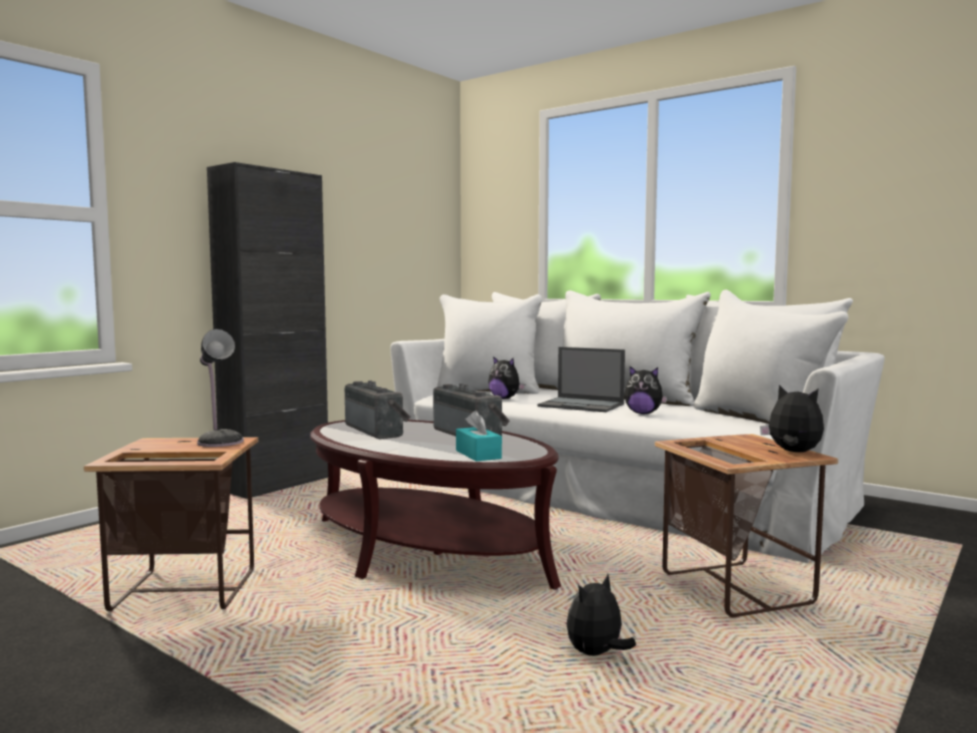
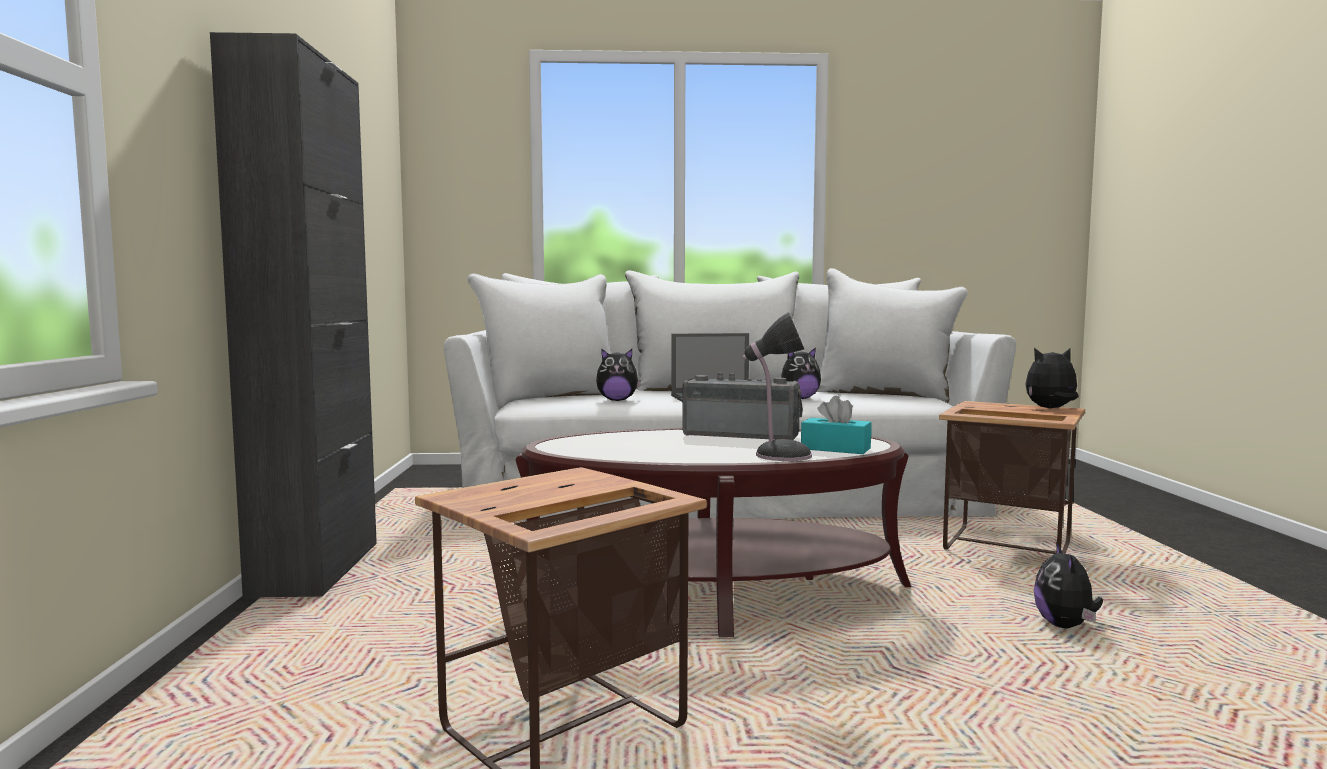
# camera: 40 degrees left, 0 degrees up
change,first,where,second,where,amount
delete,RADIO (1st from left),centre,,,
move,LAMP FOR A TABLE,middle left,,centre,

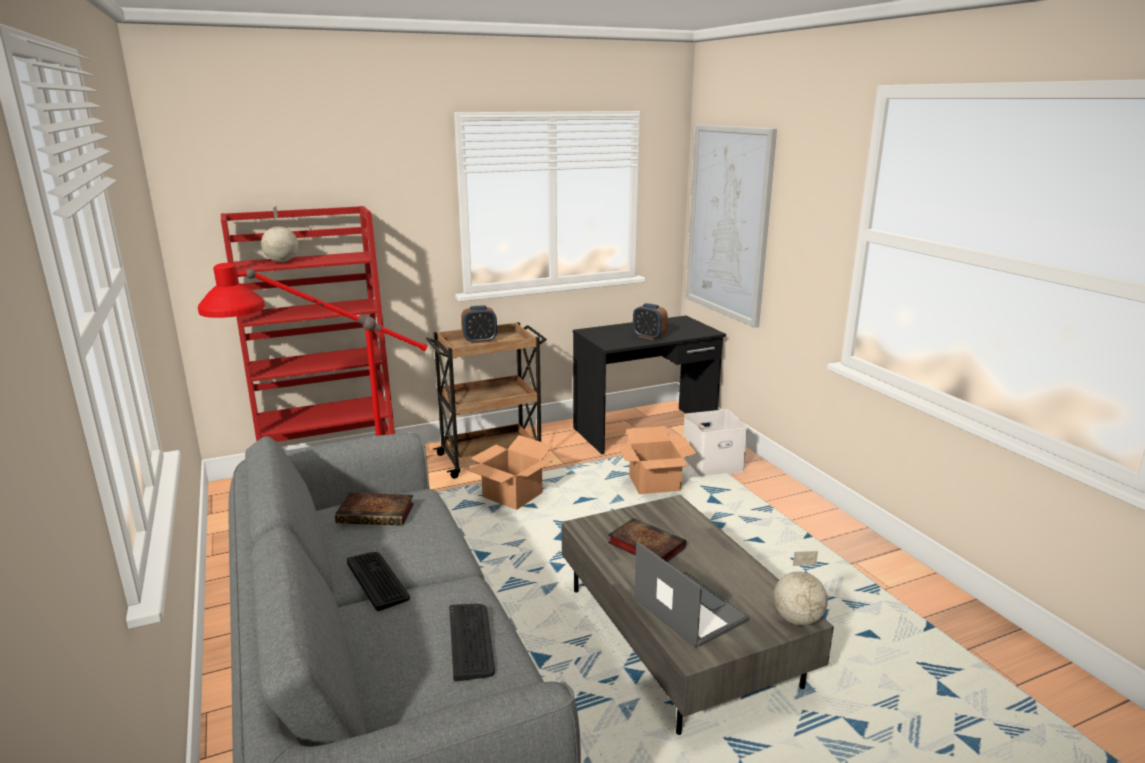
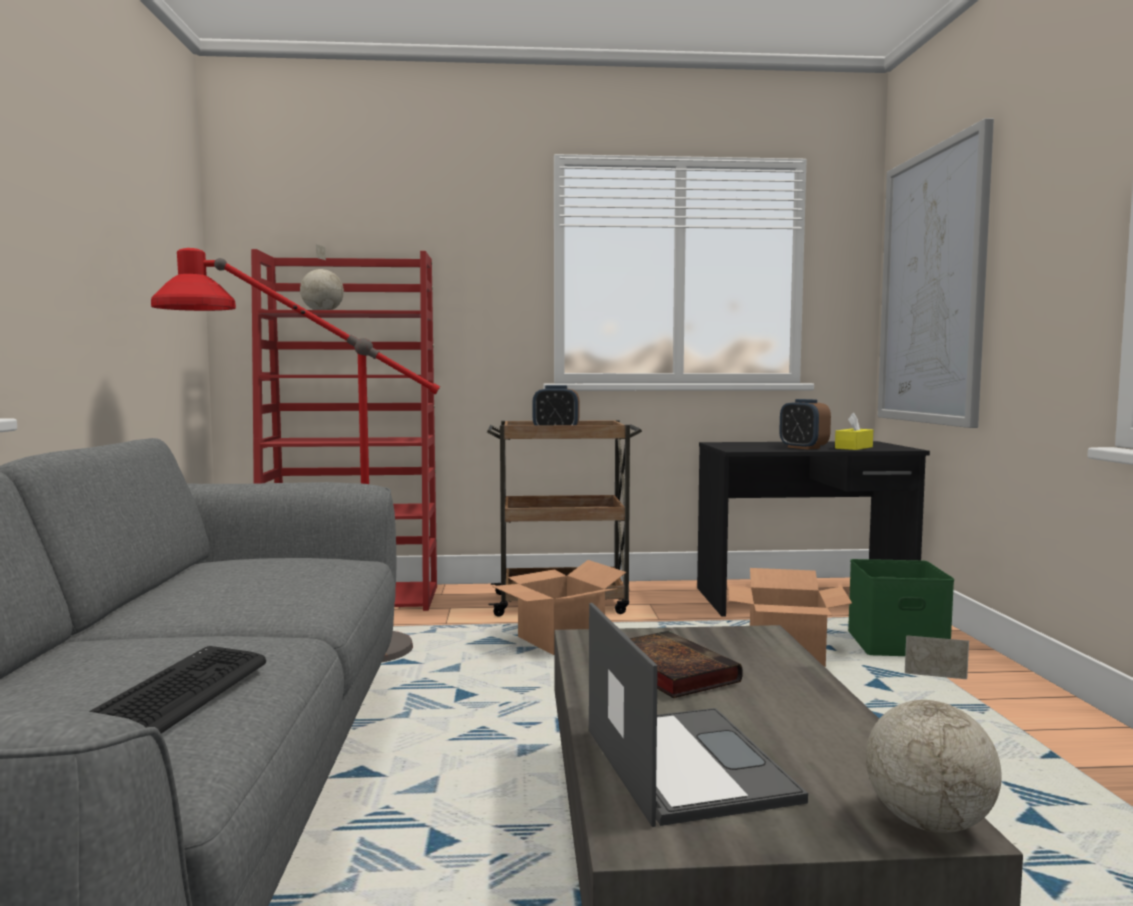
# camera: 20 degrees right, 15 degrees down
change,first,where,second,where,amount
delete,BOUND BOOK (1st from left),bottom left,,,
delete,KEYBOARD (1st from left),bottom left,,,
insert,,,YELLOWISH BOX OF TISSUES,middle right,
recolor,WHITISH STORAGE CONTAINER,centre,GREEN STORAGE CONTAINER,bottom right,

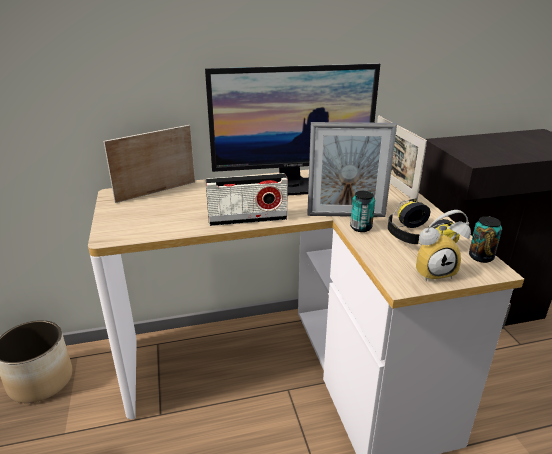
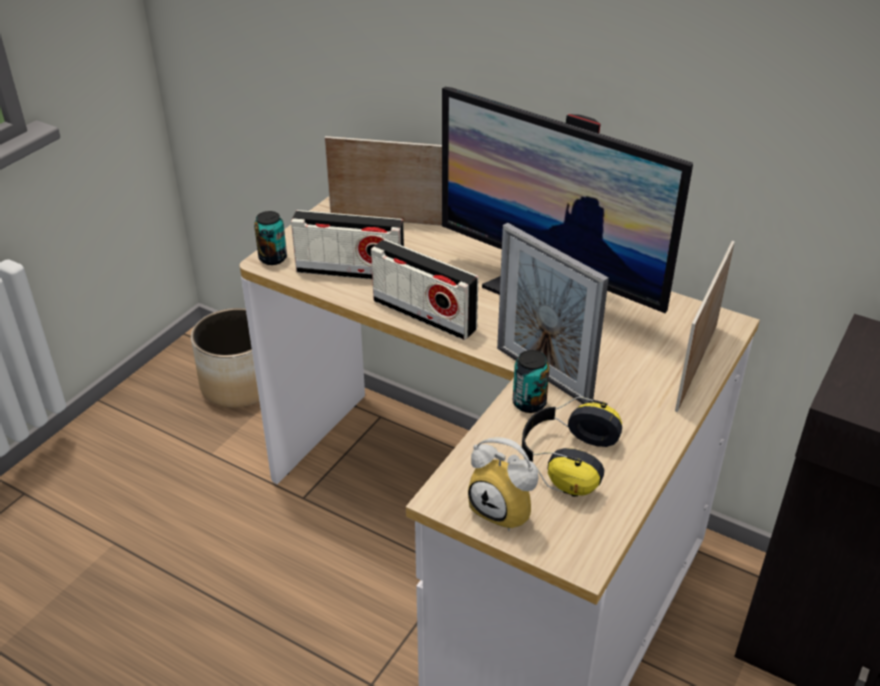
# camera: 45 degrees right, 10 degrees up
change,first,where,second,where,amount
insert,,,RADIO (1st from left),centre,
move,CAN (2nd from left in the first image),middle right,CAN (1st from left),middle left,

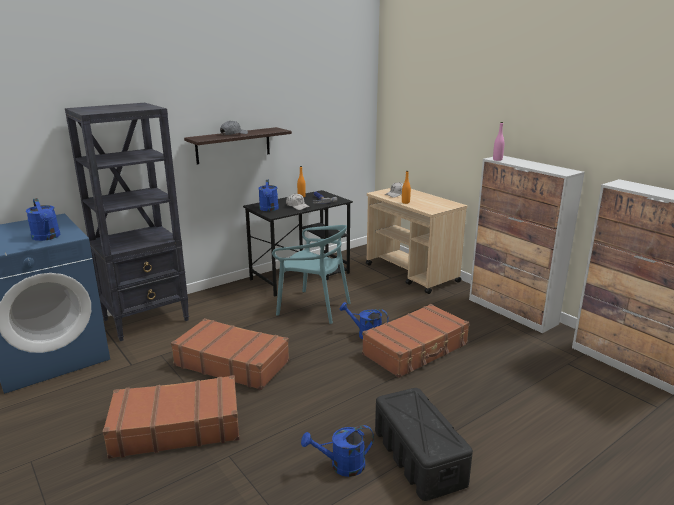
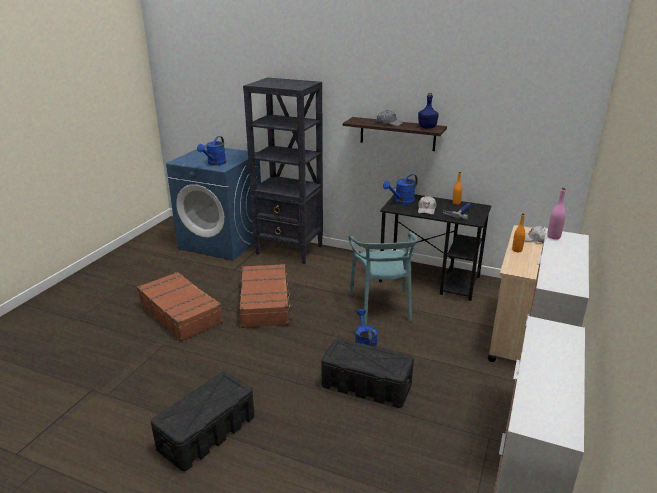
# camera: 60 degrees right, 5 degrees up
change,first,where,second,where,amount
delete,BLUE-COLOURED SPRINKLING CAN (3rd from left),bottom centre,,,
insert,,,BLUE-COLOURED DRINK BOTTLE,top centre,
replace,BROWN-COLOURED PIECE OF LUGGAGE (3rd from left),bottom centre,BLACKISH STORAGE CONTAINER (2nd from left),bottom centre,

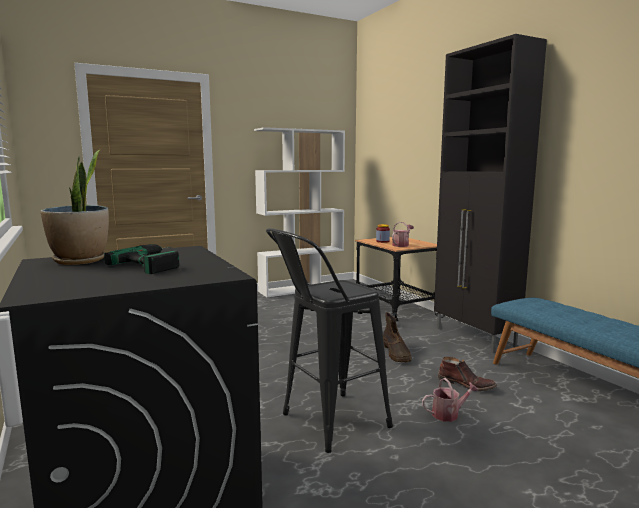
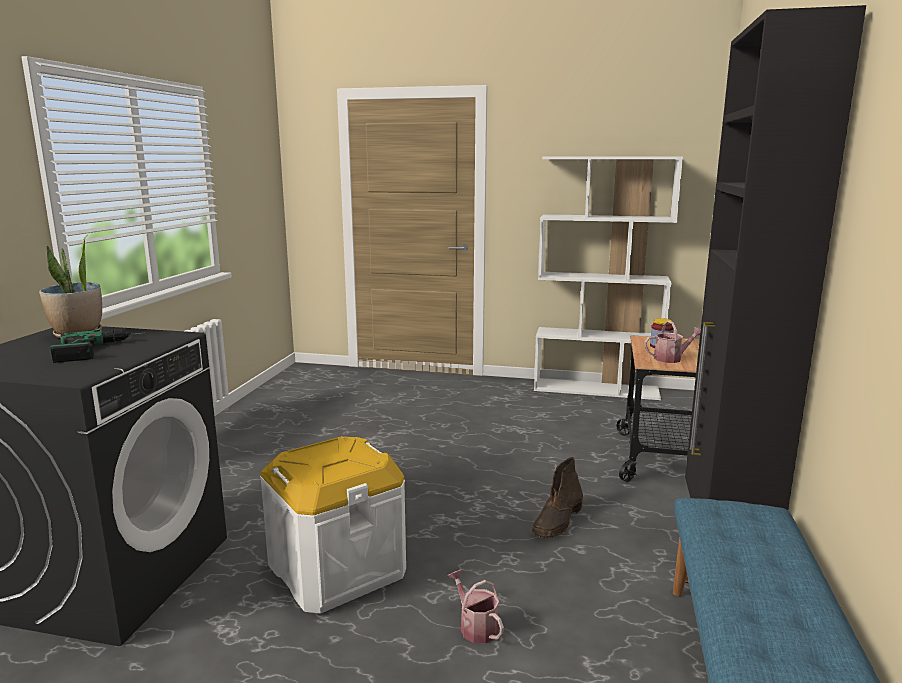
# camera: 40 degrees right, 5 degrees up
change,first,where,second,where,amount
delete,BROWN-COLOURED BOOT (2nd from left),bottom right,,,
replace,BLACKISH SITTING STOOL,bottom centre,WHITISH STORAGE CONTAINER,bottom centre,
rotate,SPRINKLING CAN (2nd from left in the first image),bottom right,SPRINKLING CAN (1st from left),bottom centre,150 degrees counterclockwise

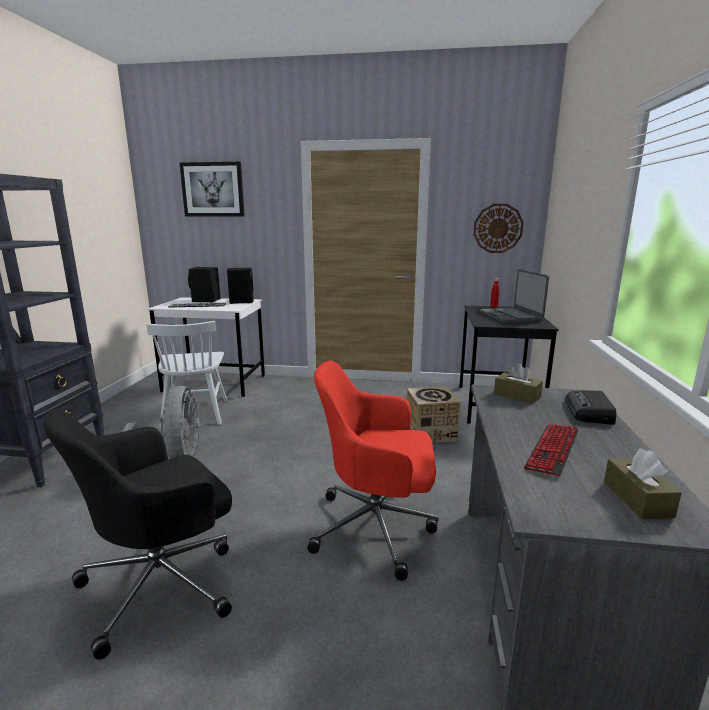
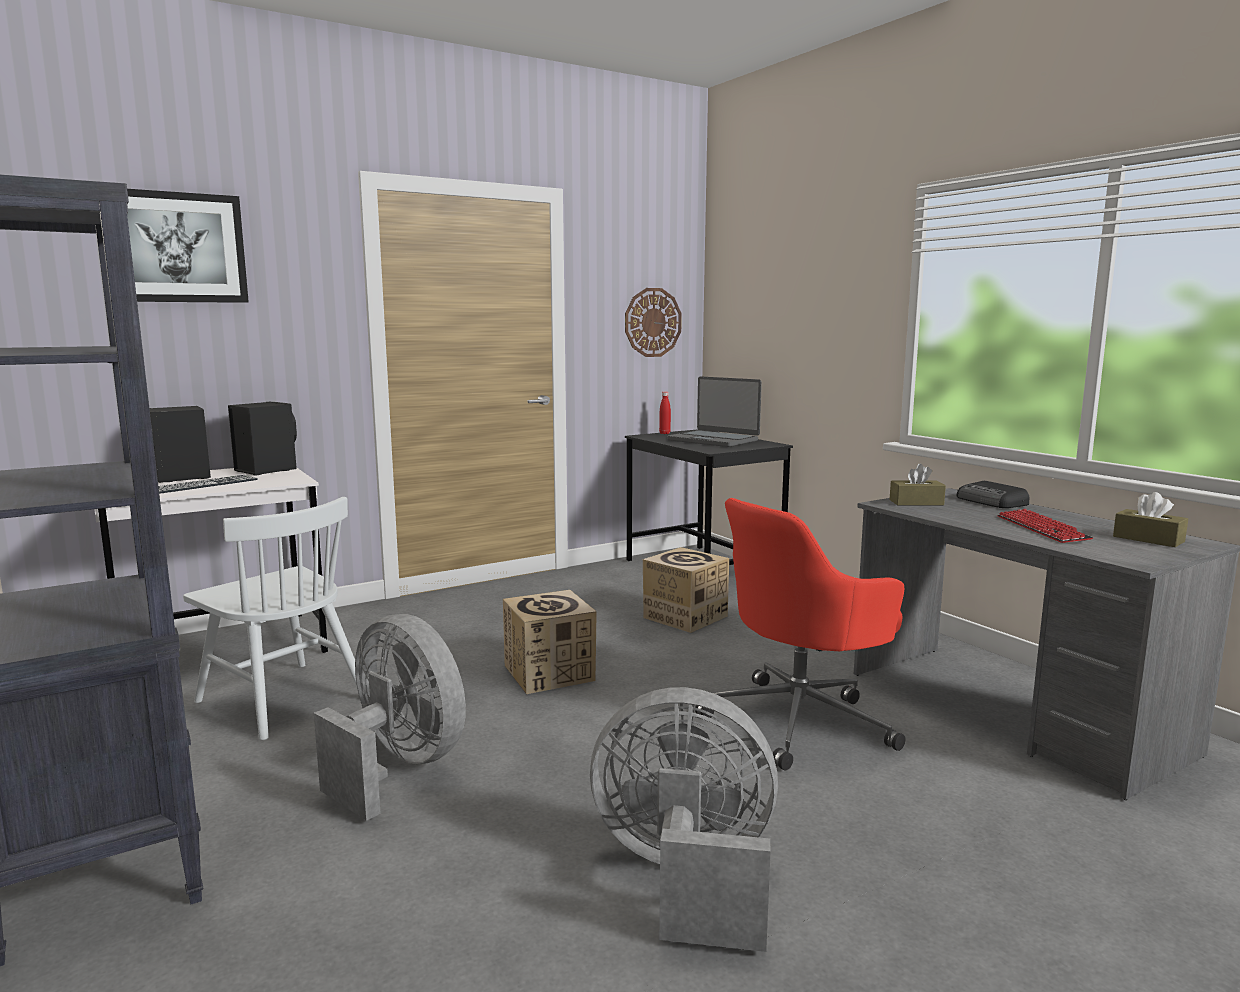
# camera: 40 degrees left, 5 degrees down
change,first,where,second,where,amount
insert,,,CARTON (1st from left),centre,
replace,BLACKISH COMPUTER CHAIR,bottom left,GREYISH COOLING FAN (2nd from left),bottom centre,

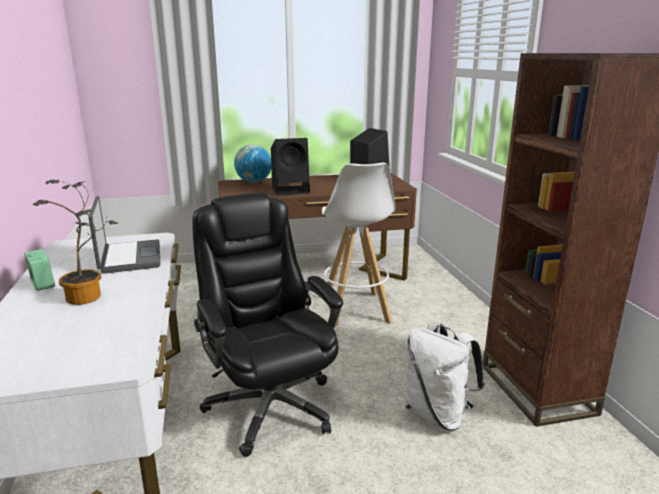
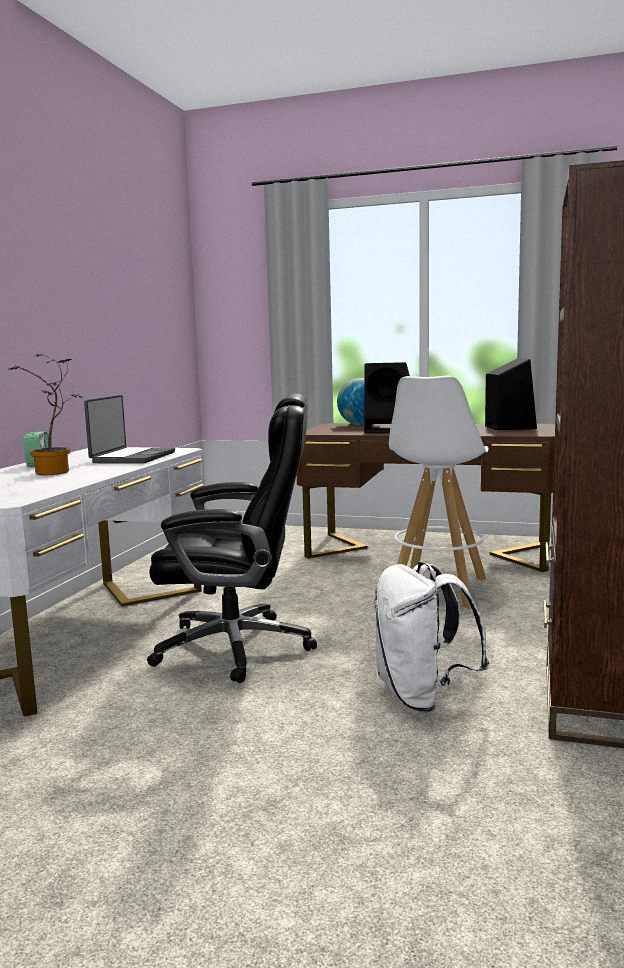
# camera: 30 degrees right, 10 degrees down
change,first,where,second,where,amount
rotate,BLACKISH COMPUTER CHAIR,centre,,centre,90 degrees clockwise

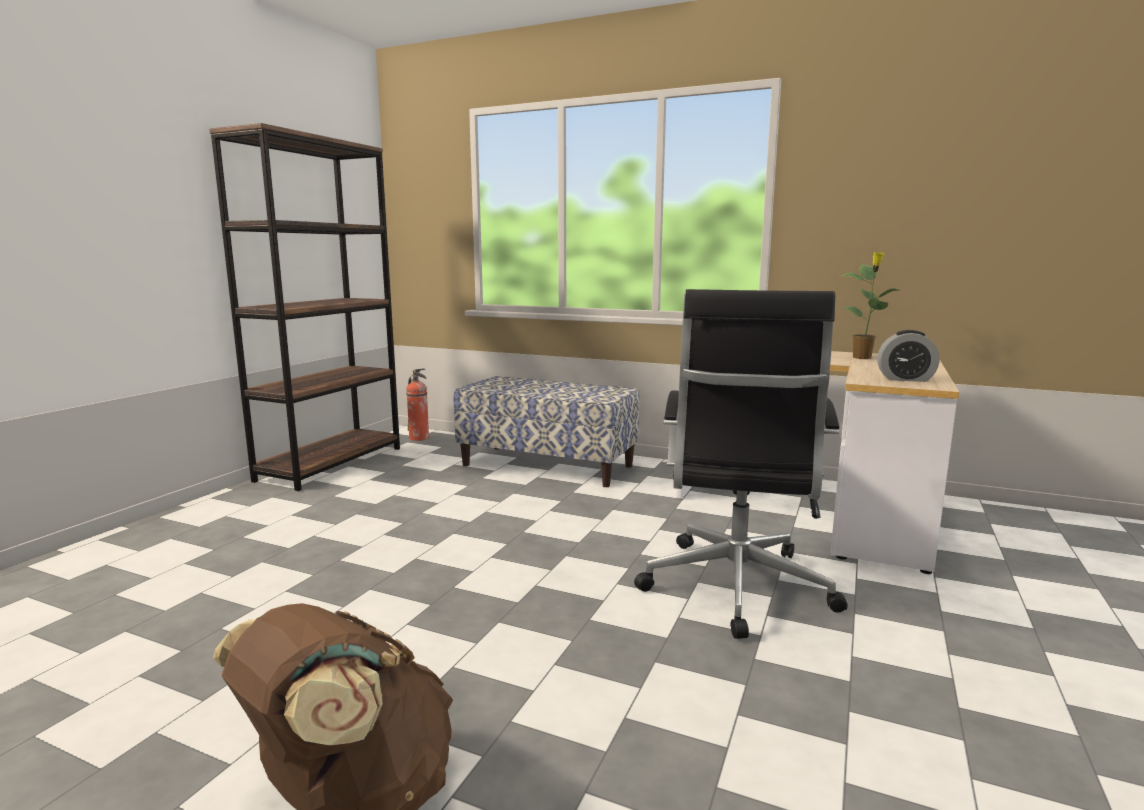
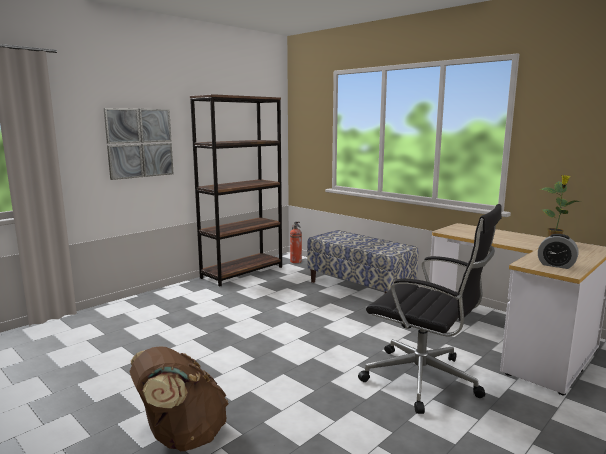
# camera: 20 degrees right, 0 degrees up
change,first,where,second,where,amount
insert,,,PICTURE,top left,
rotate,BLACKISH COMPUTER CHAIR,centre,,bottom right,90 degrees counterclockwise

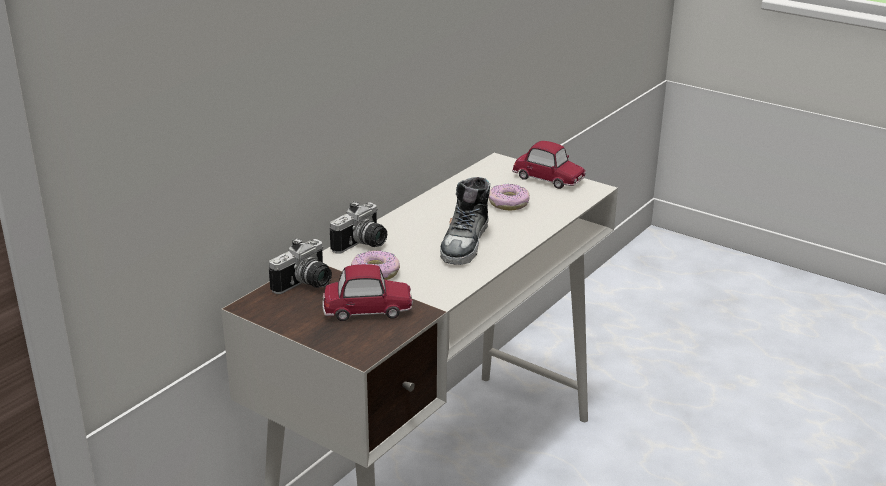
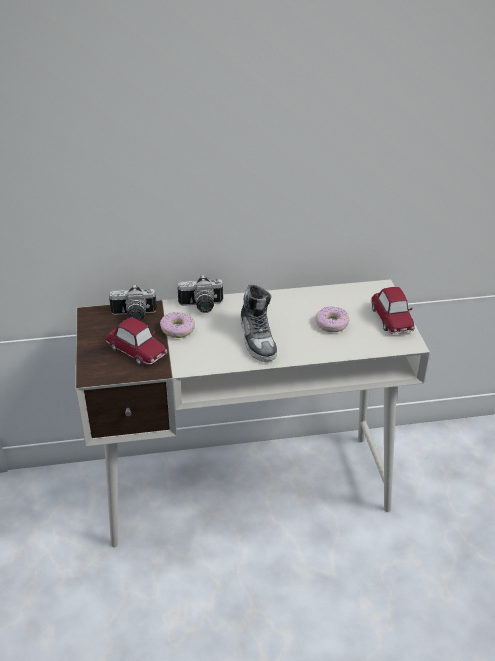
# camera: 45 degrees right, 10 degrees up
change,first,where,second,where,amount
rotate,ITEM OF FOOTWEAR,centre,,centre,75 degrees counterclockwise

